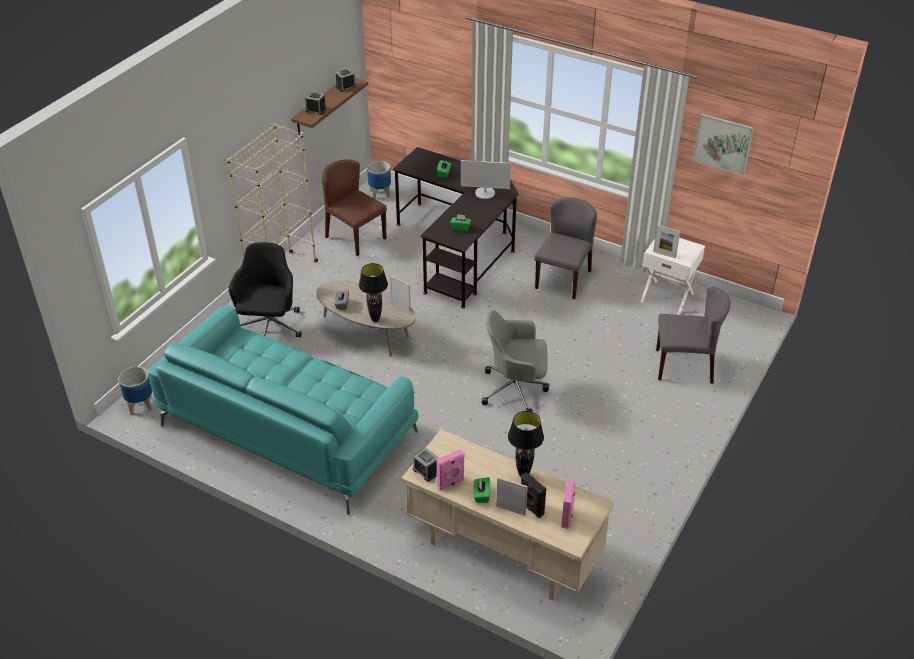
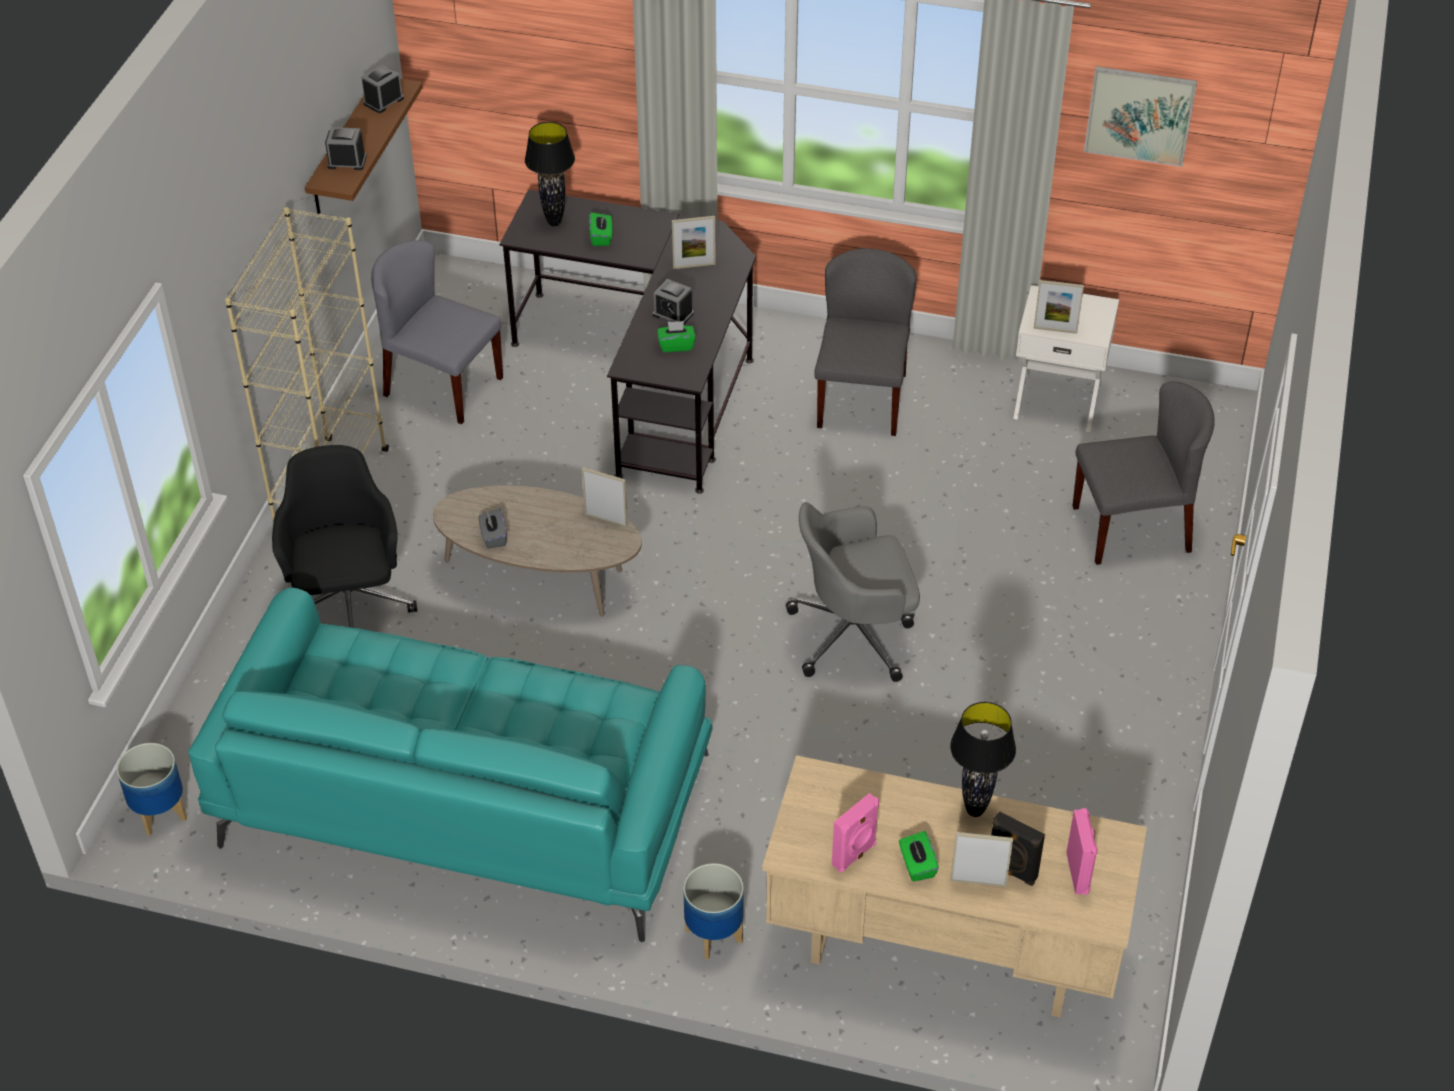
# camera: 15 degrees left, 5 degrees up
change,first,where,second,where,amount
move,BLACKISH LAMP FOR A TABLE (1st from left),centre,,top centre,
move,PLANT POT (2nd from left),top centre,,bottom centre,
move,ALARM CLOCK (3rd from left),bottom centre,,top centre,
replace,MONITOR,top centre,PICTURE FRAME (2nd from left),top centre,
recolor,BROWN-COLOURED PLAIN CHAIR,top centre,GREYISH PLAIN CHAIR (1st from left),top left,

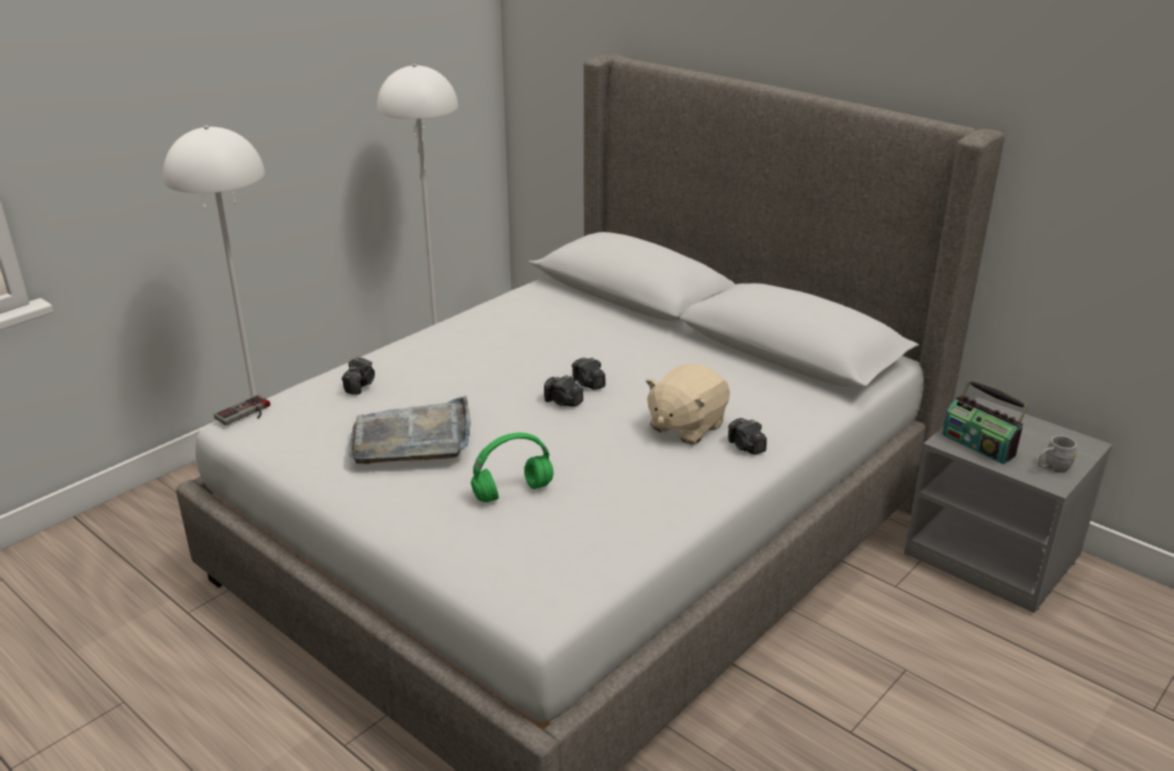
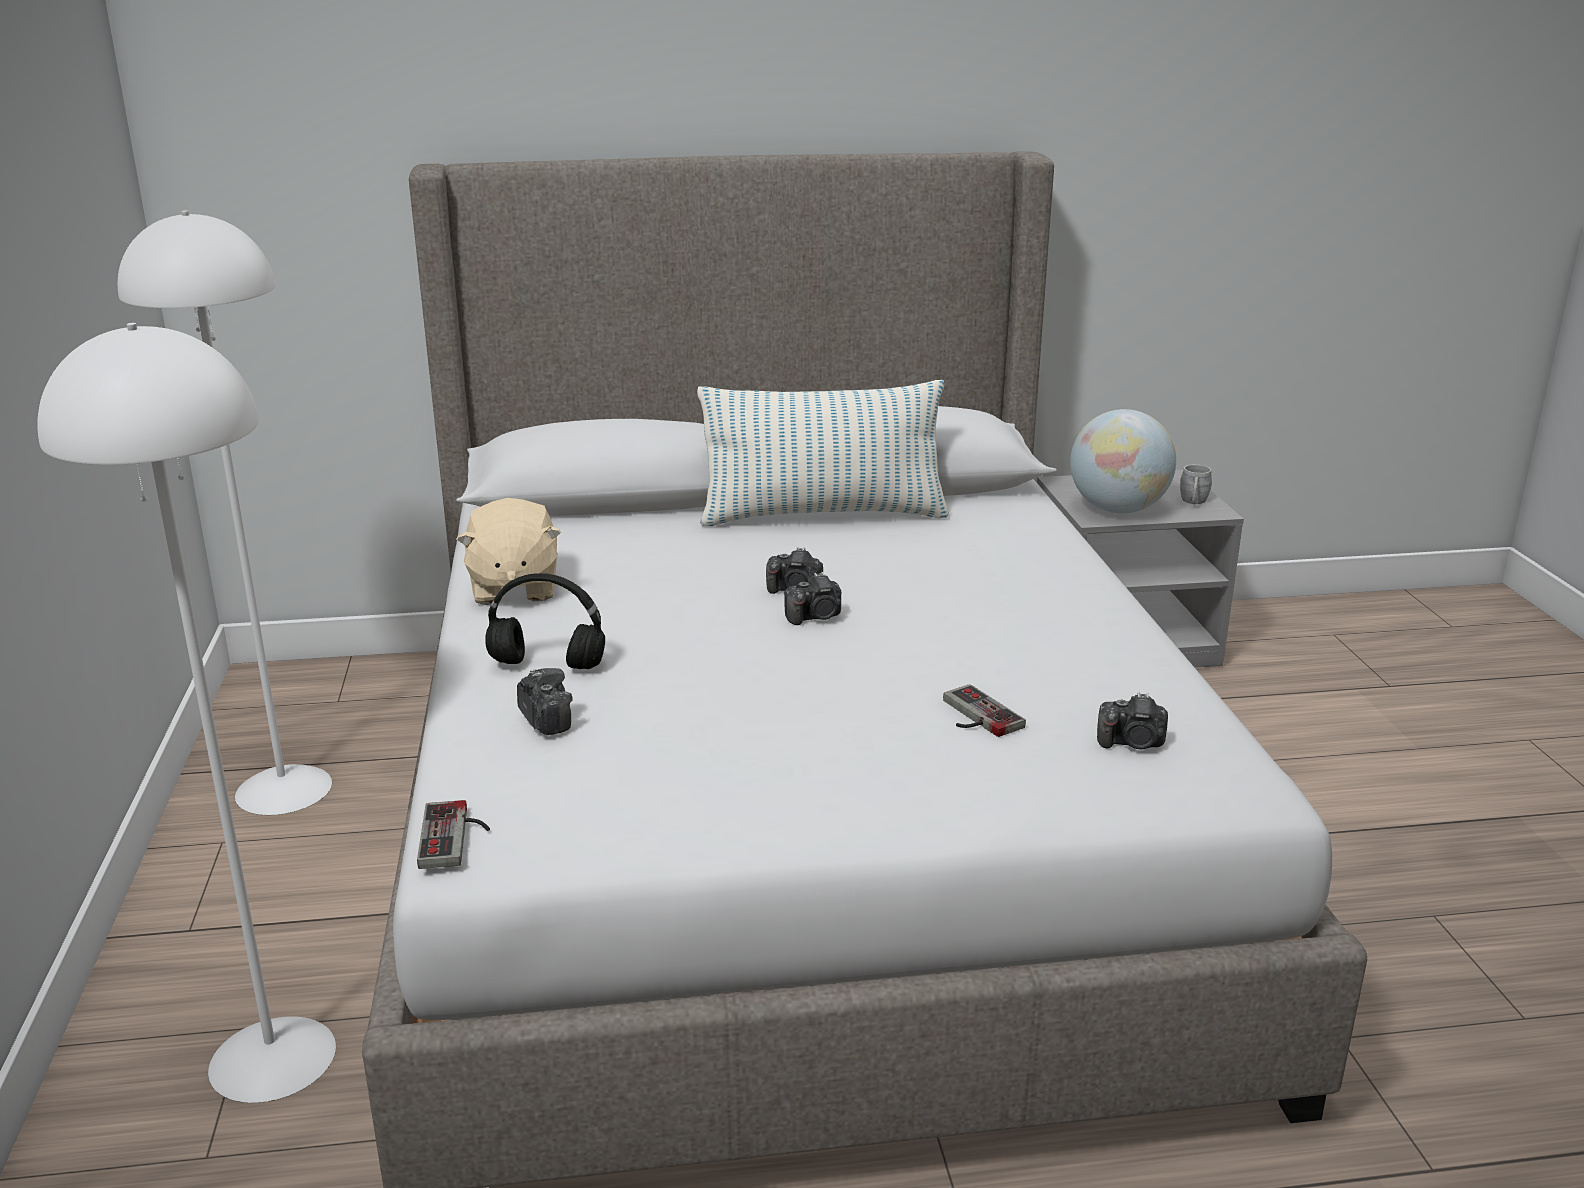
# camera: 50 degrees left, 5 degrees down
change,first,where,second,where,amount
delete,GREYISH SERVING TRAY,centre,,,
insert,,,BLACKISH PAIR OF HEADPHONES,centre,
insert,,,CUSHION,centre,
move,BEIGE-COLOURED CUDDLY TOY,centre,,middle left,
move,PHOTO CAMERA (4th from left),centre,,middle right,
replace,GREEN PAIR OF HEADPHONES,centre,JOYPAD (2nd from left),centre,
replace,RADIO,middle right,DESK GLOBE,middle right,

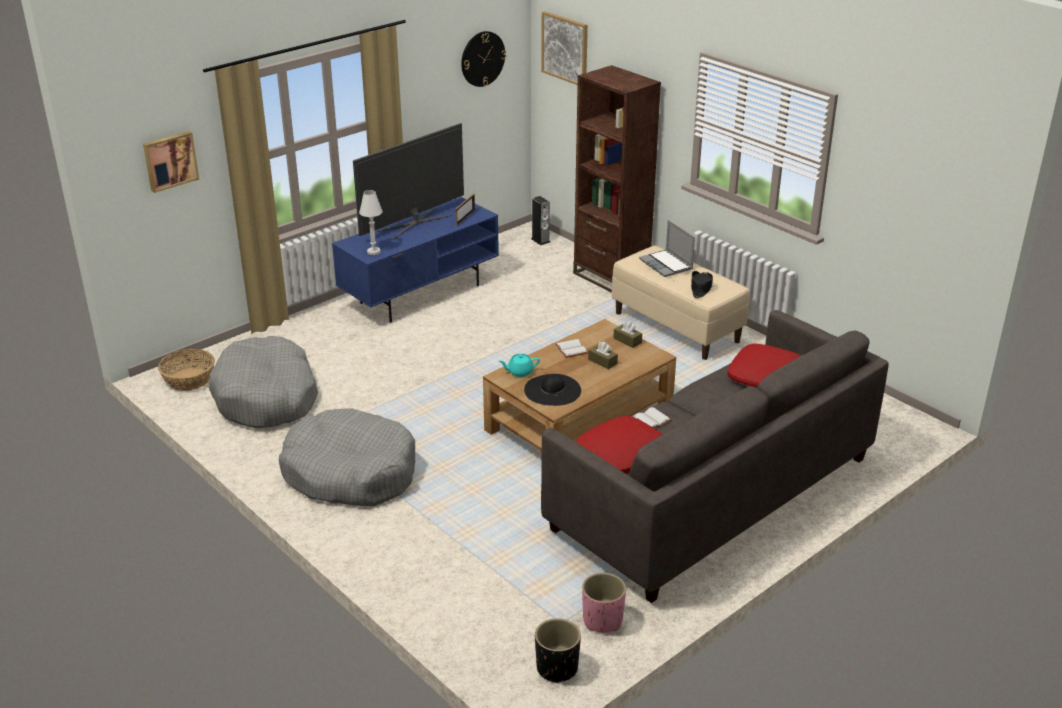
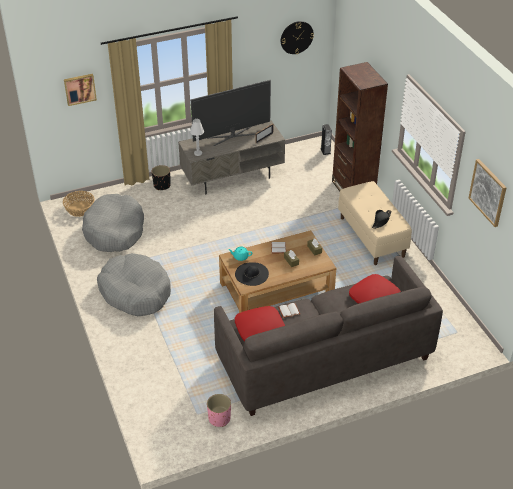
# camera: 20 degrees right, 10 degrees up
change,first,where,second,where,amount
delete,NOTEBOOK COMPUTER,centre,,,
move,BLACKISH PLANT POT,bottom centre,,middle left,
move,PICTURE (2nd from left),top centre,,middle right,
recolor,BLUE-COLOURED MEDIA CONSOLE,centre,GREYISH MEDIA CONSOLE,top centre,

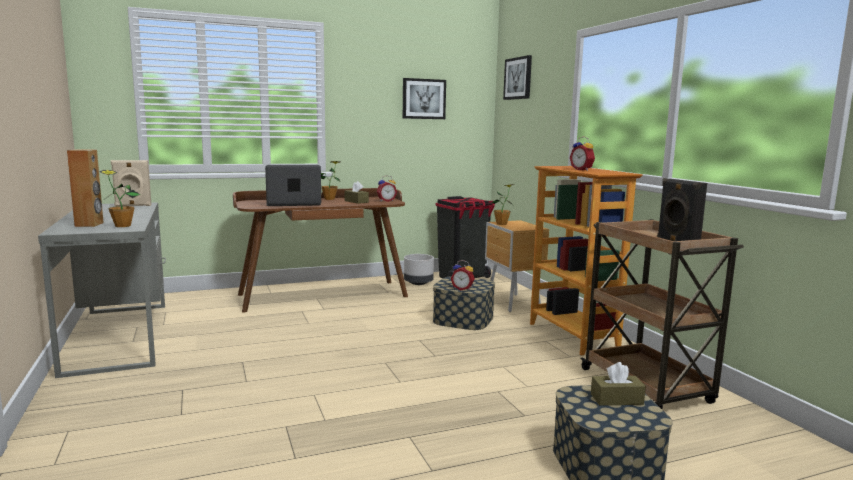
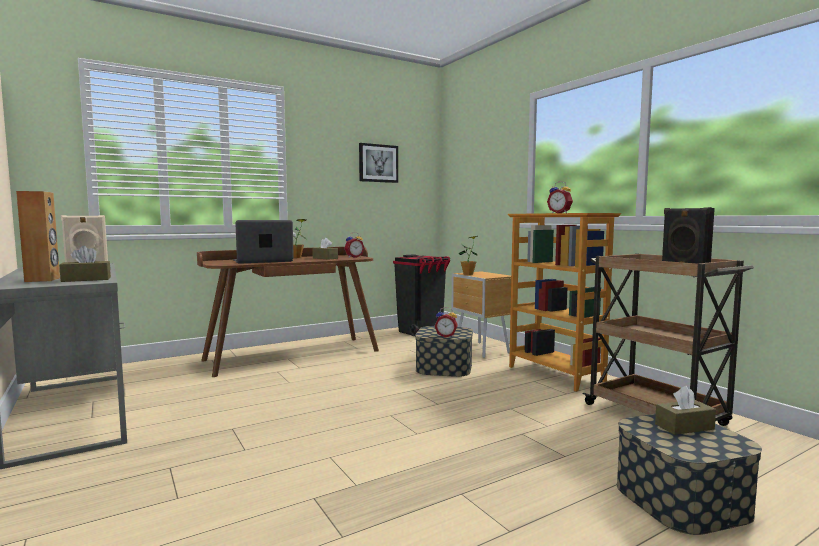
# camera: 10 degrees left, 5 degrees down
change,first,where,second,where,amount
delete,GREYISH PLANT POT,centre,,,
delete,PICTURE (2nd from left),top centre,,,
replace,HOUSEPLANT (1st from left),middle left,BROWN-COLOURED BOX OF TISSUES (1st from left),middle left,

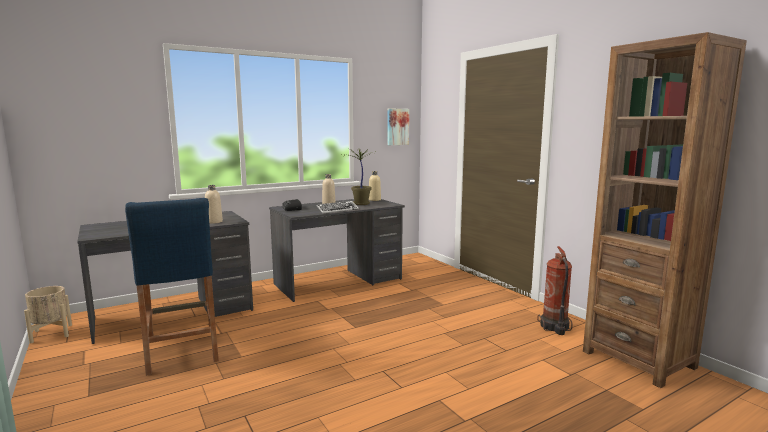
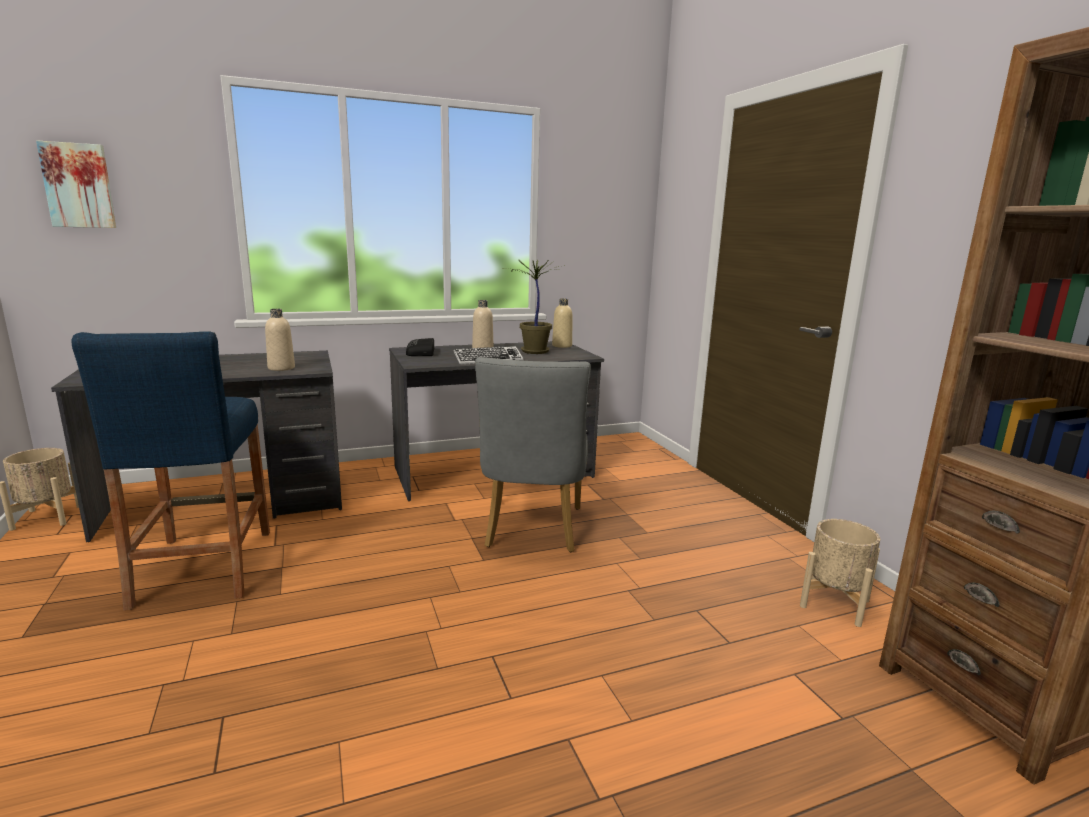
# camera: 10 degrees right, 5 degrees up
change,first,where,second,where,amount
insert,,,GREYISH PLAIN CHAIR,centre,
move,PICTURE,top centre,,top left,
replace,EXTINGUISHER,bottom right,BEIGE-COLOURED PLANT POT (2nd from left),bottom right,

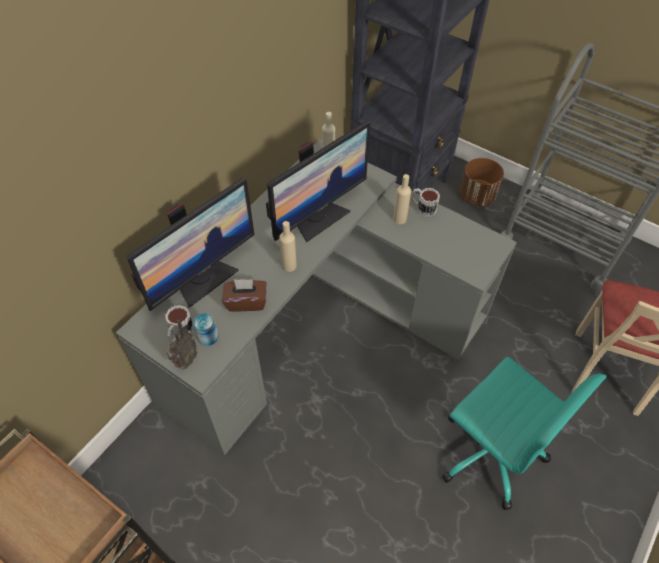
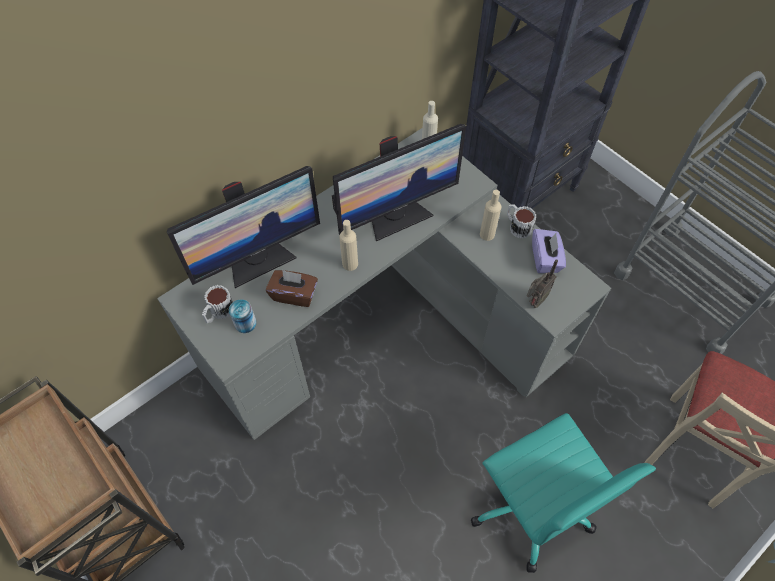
# camera: 15 degrees right, 5 degrees up
change,first,where,second,where,amount
delete,BROWN-COLOURED PLANT POT,top right,,,
insert,,,PURPLE-COLOURED BOX OF TISSUES,middle right,
move,RADIO,middle left,,middle right,

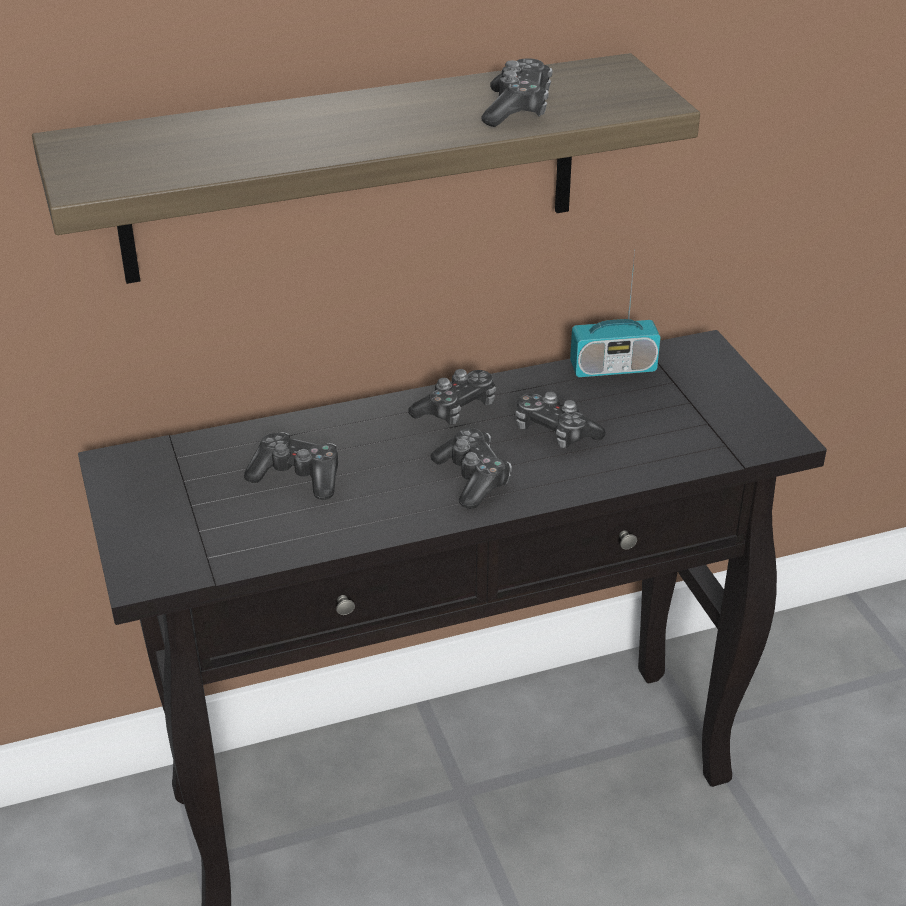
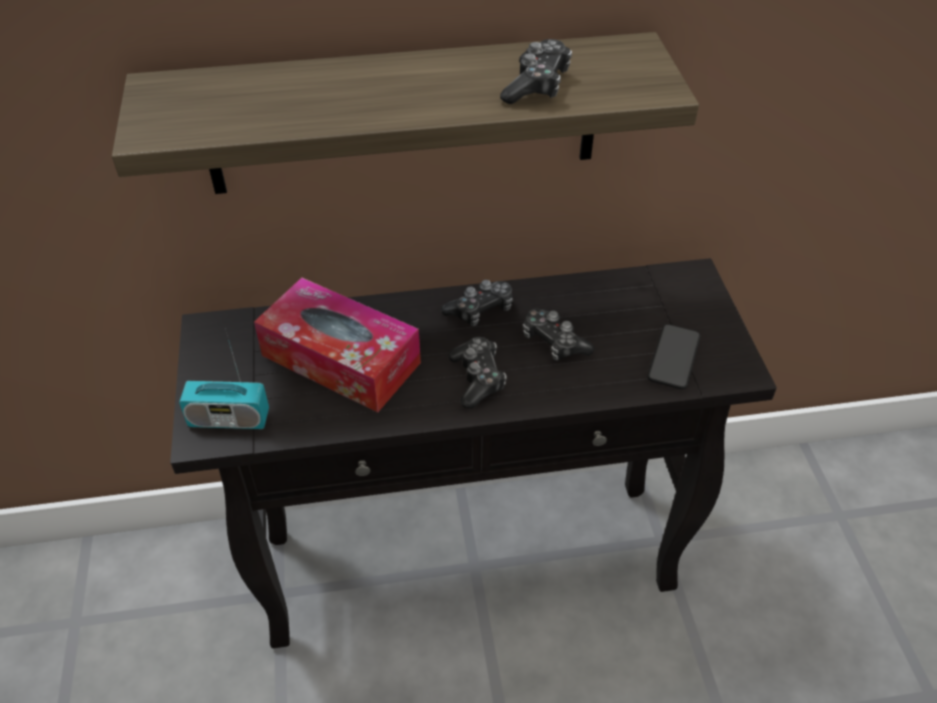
# camera: 10 degrees right, 10 degrees up
change,first,where,second,where,amount
insert,,,HANDSET,middle right,
move,RADIO,middle right,,middle left,
replace,JOYPAD (1st from left),middle left,BOX OF TISSUES,centre,

